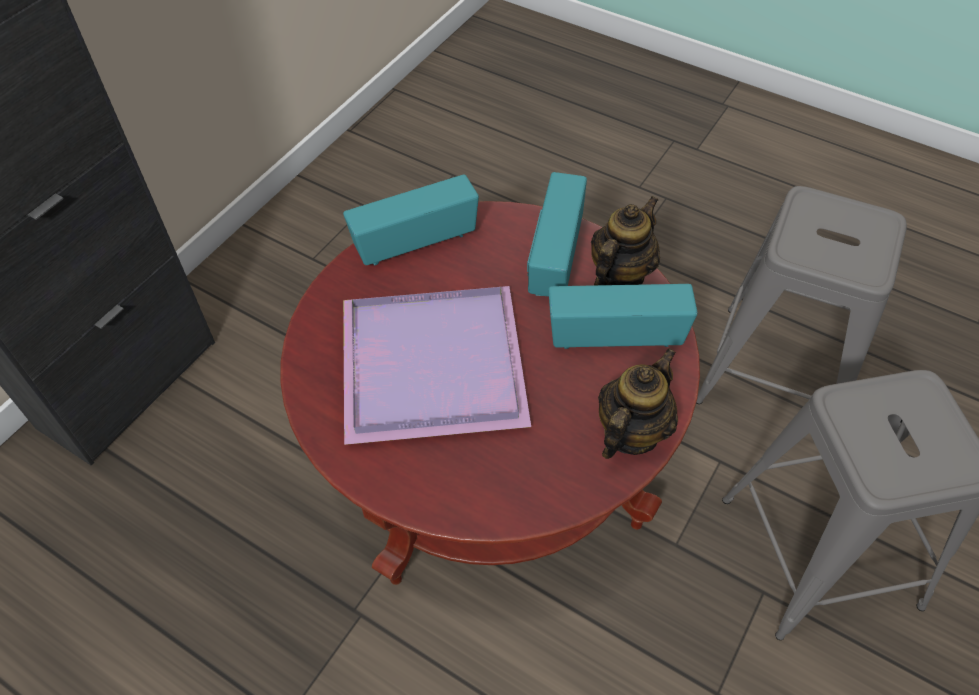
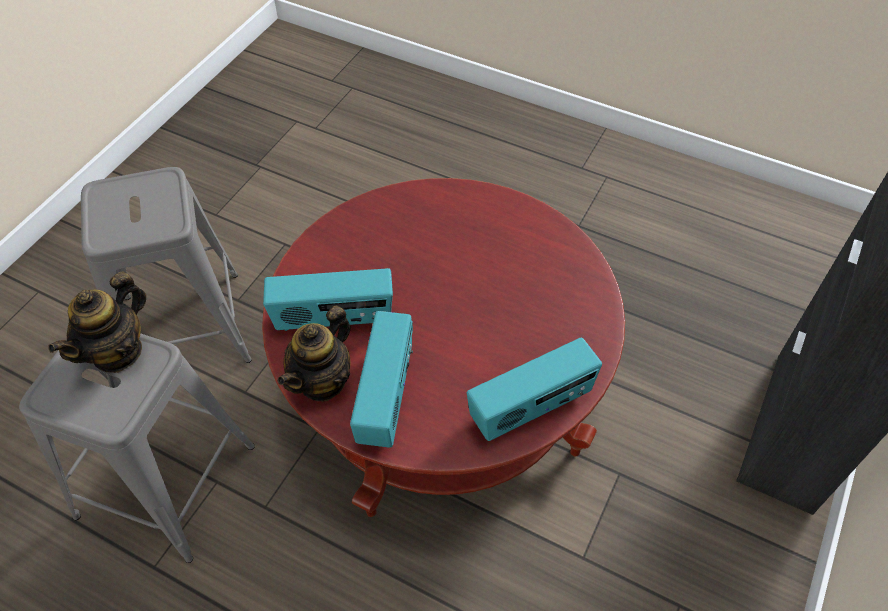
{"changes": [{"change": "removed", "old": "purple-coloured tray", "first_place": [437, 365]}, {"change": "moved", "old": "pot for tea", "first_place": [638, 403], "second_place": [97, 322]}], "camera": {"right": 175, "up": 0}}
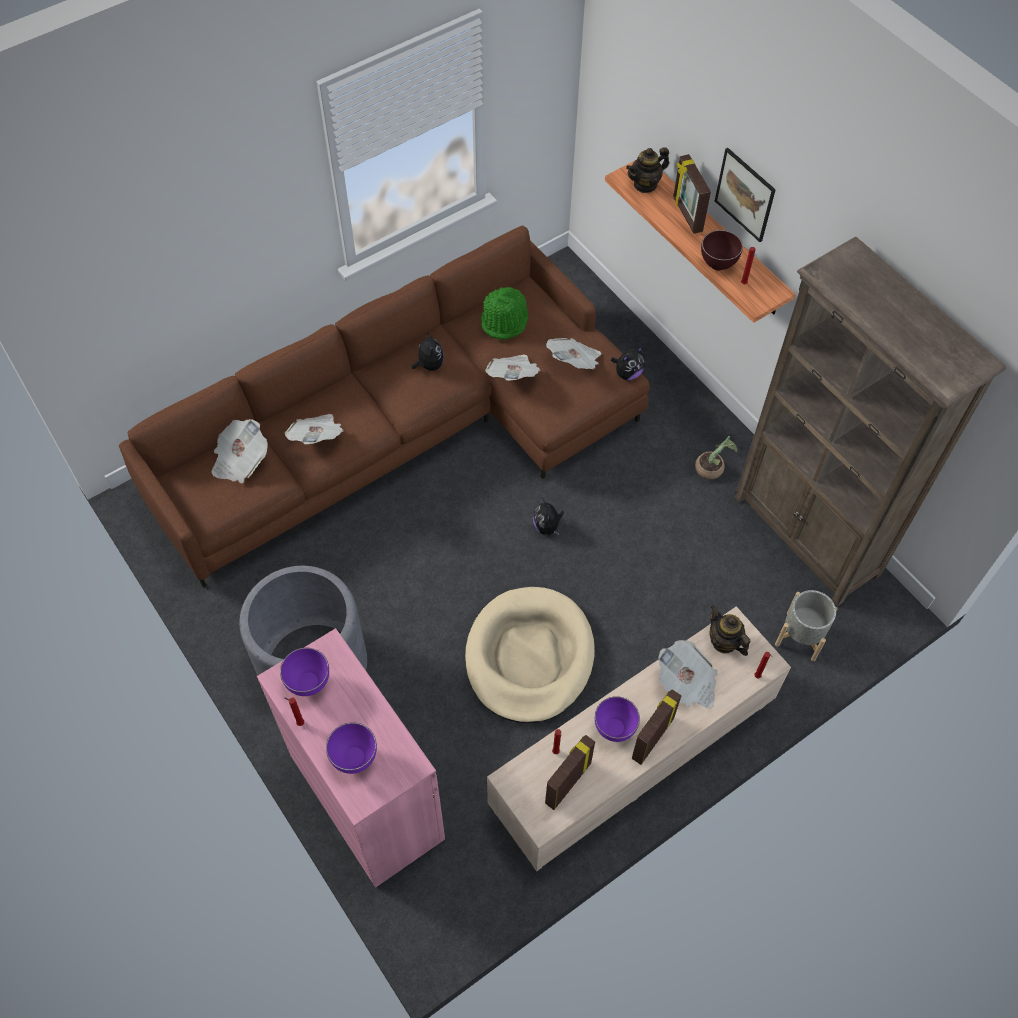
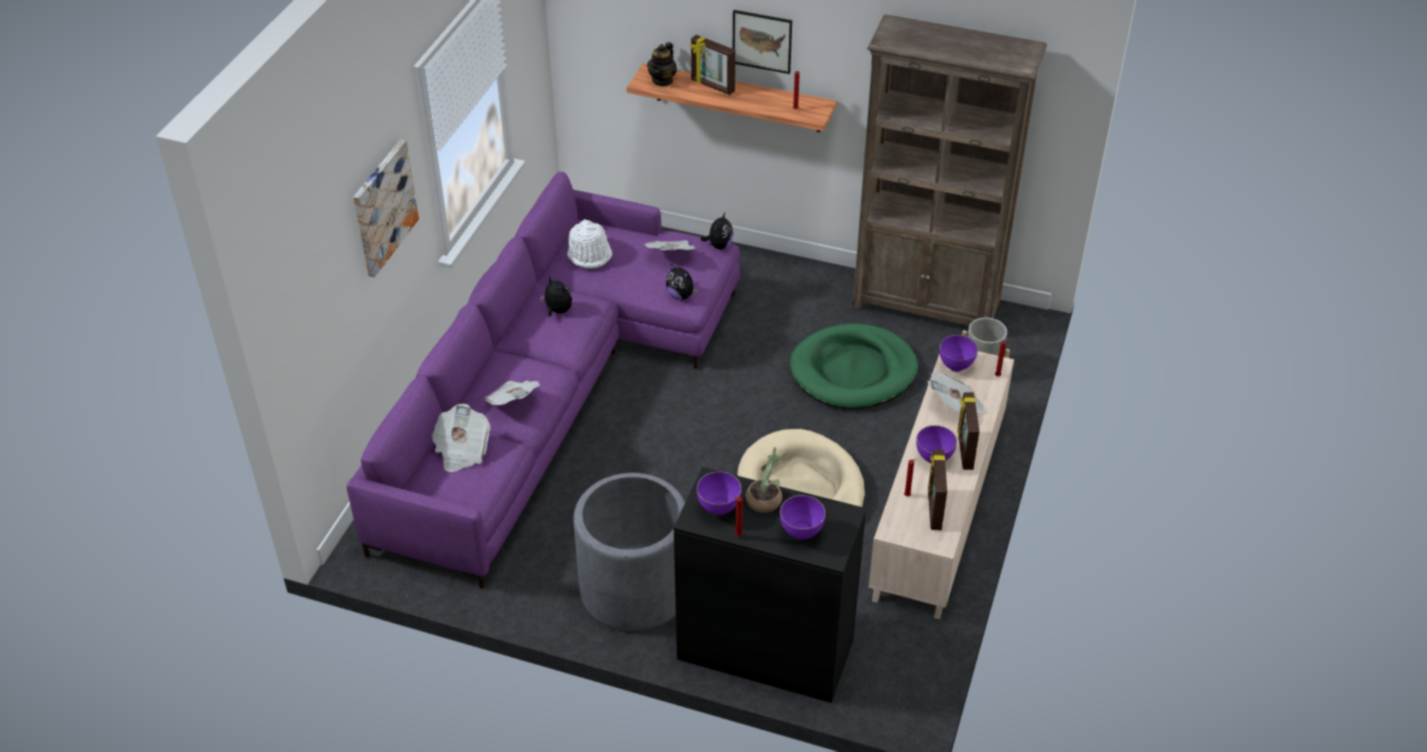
{"changes": [{"change": "removed", "old": "newspaper", "first_place": [513, 368]}, {"change": "removed", "old": "brown-coloured deep dish", "first_place": [722, 250]}, {"change": "added", "new": "picture", "second_place": [386, 208]}, {"change": "added", "new": "green dog cushion", "second_place": [854, 366]}, {"change": "moved", "old": "soft toy", "first_place": [548, 517], "second_place": [682, 282]}, {"change": "moved", "old": "potted plant", "first_place": [716, 458], "second_place": [768, 480]}, {"change": "replaced", "old": "pot for tea", "new": "purple-coloured deep dish", "first_place": [730, 630], "second_place": [958, 353]}, {"change": "recoloured", "old": "brown-coloured settee", "new": "purple-coloured settee", "first_place": [384, 406], "second_place": [543, 380]}, {"change": "recoloured", "old": "pink cupboard", "new": "blackish cupboard", "first_place": [351, 758], "second_place": [770, 585]}, {"change": "recoloured", "old": "green wearable hat", "new": "whitish wearable hat", "first_place": [504, 313], "second_place": [589, 244]}], "camera": {"right": -35, "up": -15}}
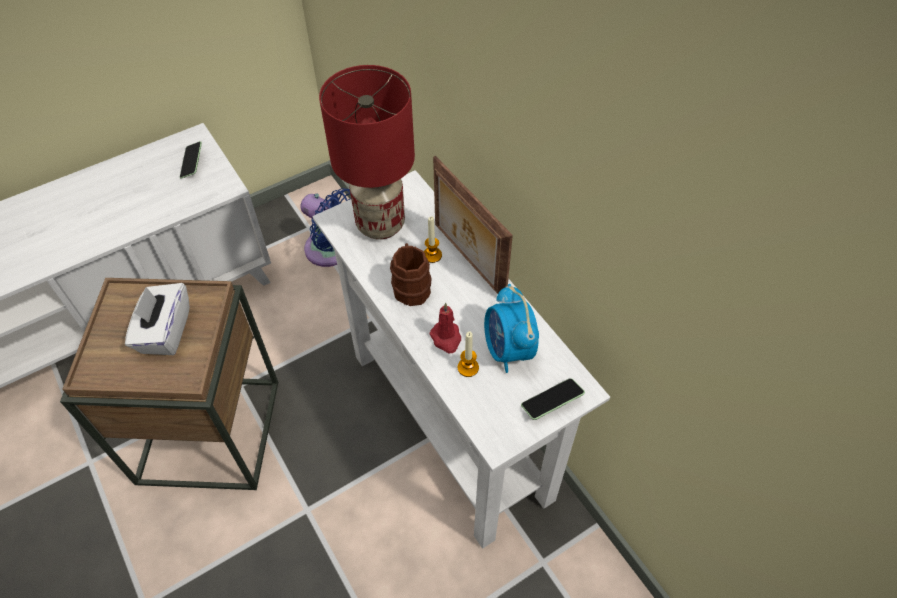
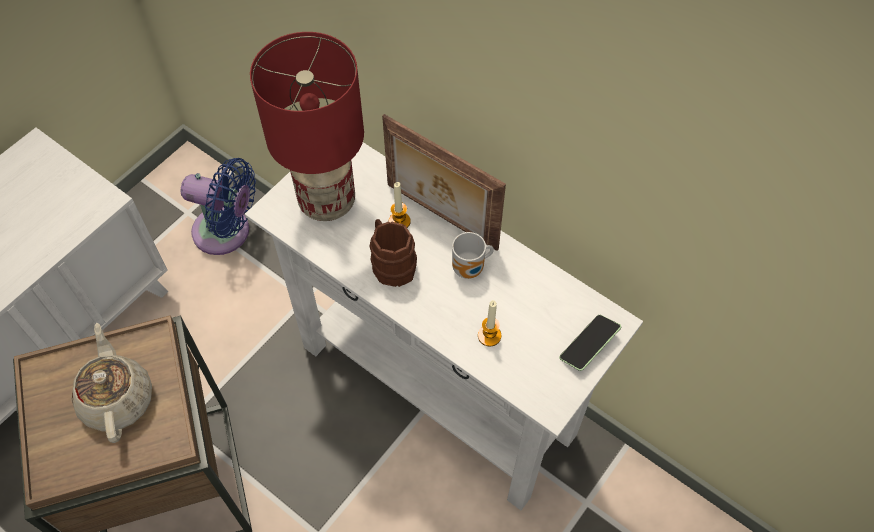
{"changes": [{"change": "removed", "old": "telephone", "first_place": [191, 160]}, {"change": "removed", "old": "red candle", "first_place": [445, 328]}, {"change": "removed", "old": "bedside clock", "first_place": [511, 328]}, {"change": "added", "new": "tea mug", "second_place": [473, 255]}, {"change": "replaced", "old": "whitish box of tissues", "new": "beige pot for tea", "first_place": [157, 319], "second_place": [111, 383]}], "camera": {"right": -20, "up": 5}}
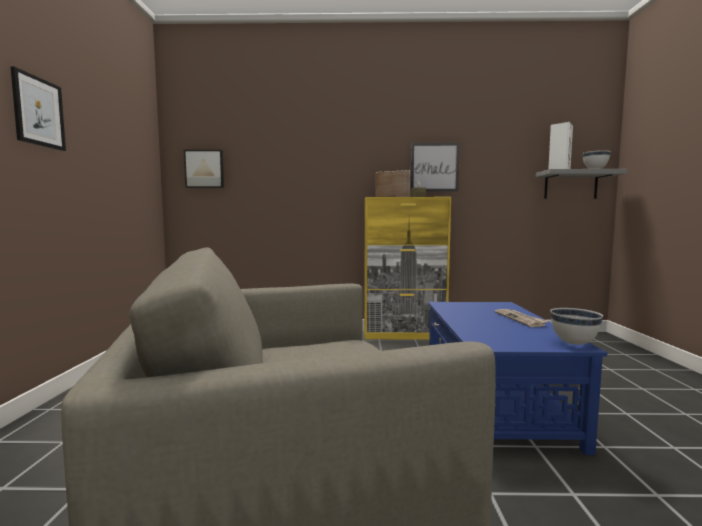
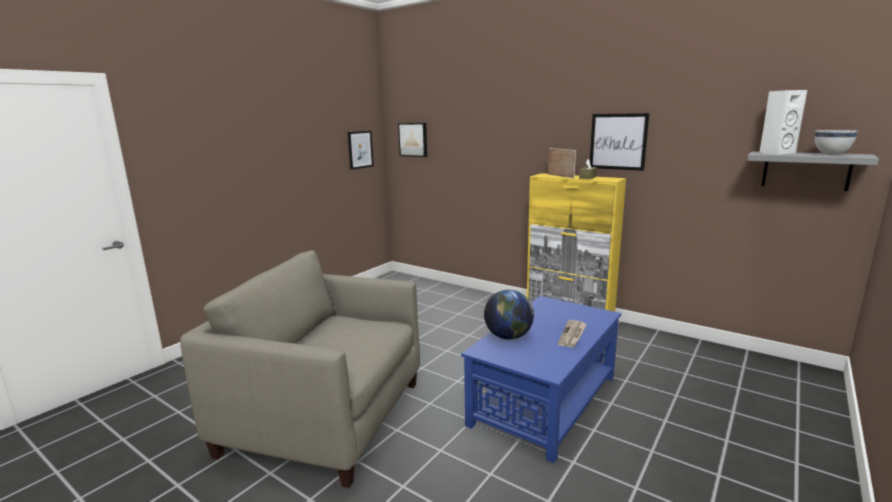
{"changes": [{"change": "removed", "old": "whitish deep dish", "first_place": [576, 326]}, {"change": "added", "new": "globe", "second_place": [509, 315]}, {"change": "moved", "old": "picture", "first_place": [38, 108], "second_place": [361, 150]}], "camera": {"right": 35, "up": 10}}
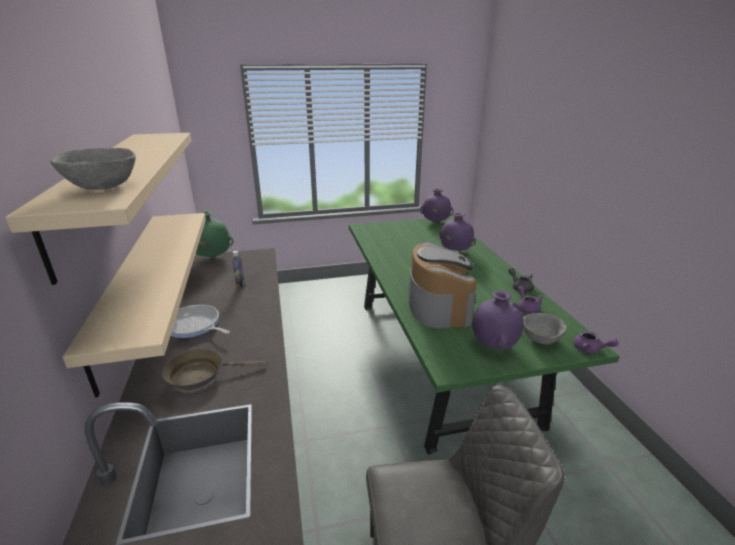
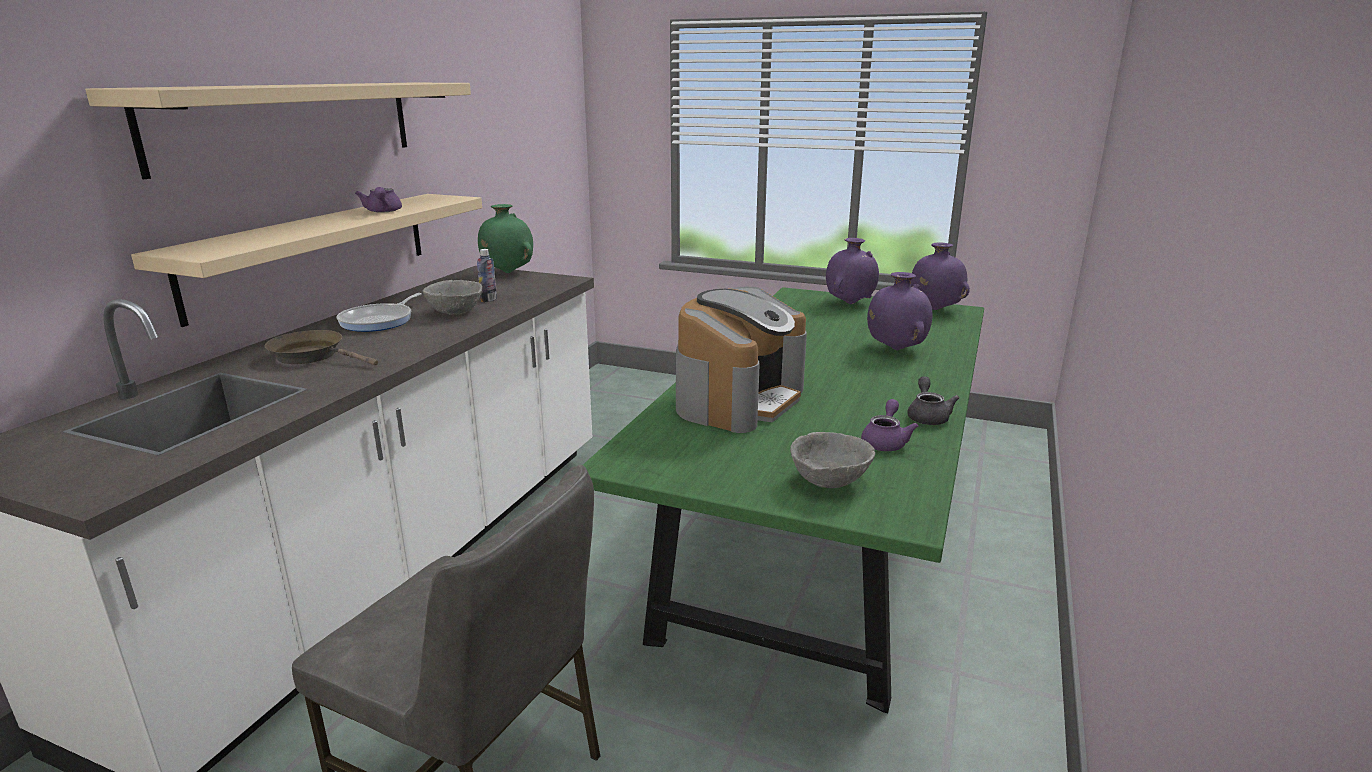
{"changes": [{"change": "moved", "old": "gray deep dish", "first_place": [93, 169], "second_place": [452, 297]}, {"change": "moved", "old": "purple-coloured decorative vase", "first_place": [498, 320], "second_place": [852, 271]}, {"change": "moved", "old": "purple-coloured pot for tea", "first_place": [596, 342], "second_place": [378, 199]}, {"change": "turned", "old": "skillet", "first_place": [200, 321], "second_place": [379, 312], "degrees": -135}], "camera": {"right": 35, "up": -5}}
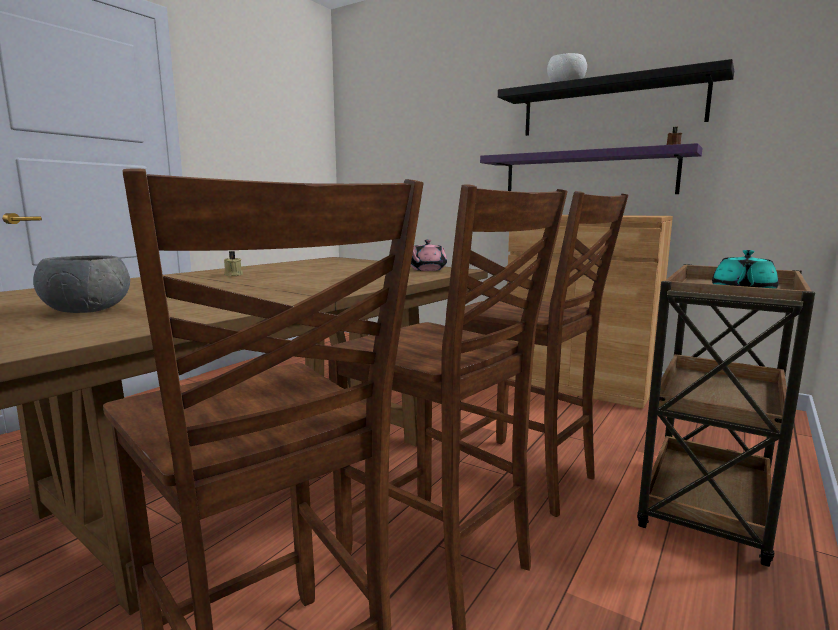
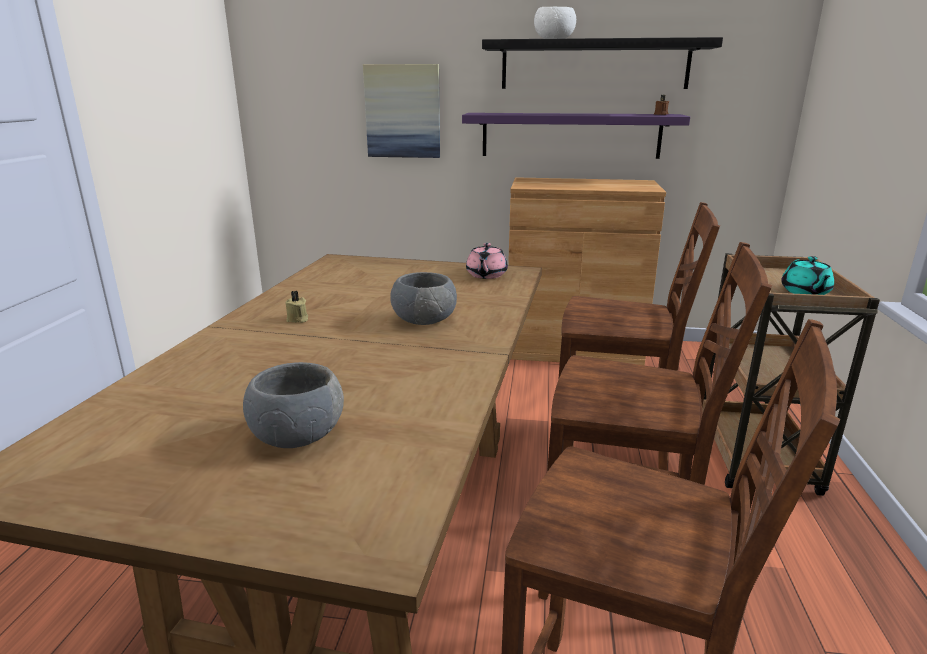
{"changes": [{"change": "added", "new": "picture", "second_place": [401, 111]}, {"change": "added", "new": "gray deep dish", "second_place": [423, 298]}], "camera": {"right": -25, "up": 10}}
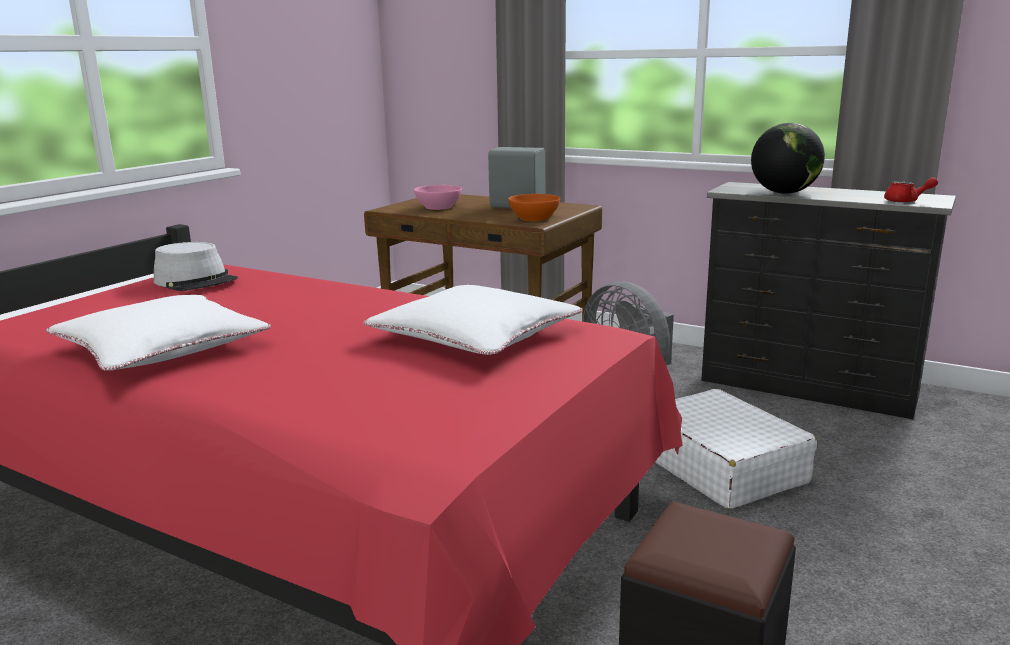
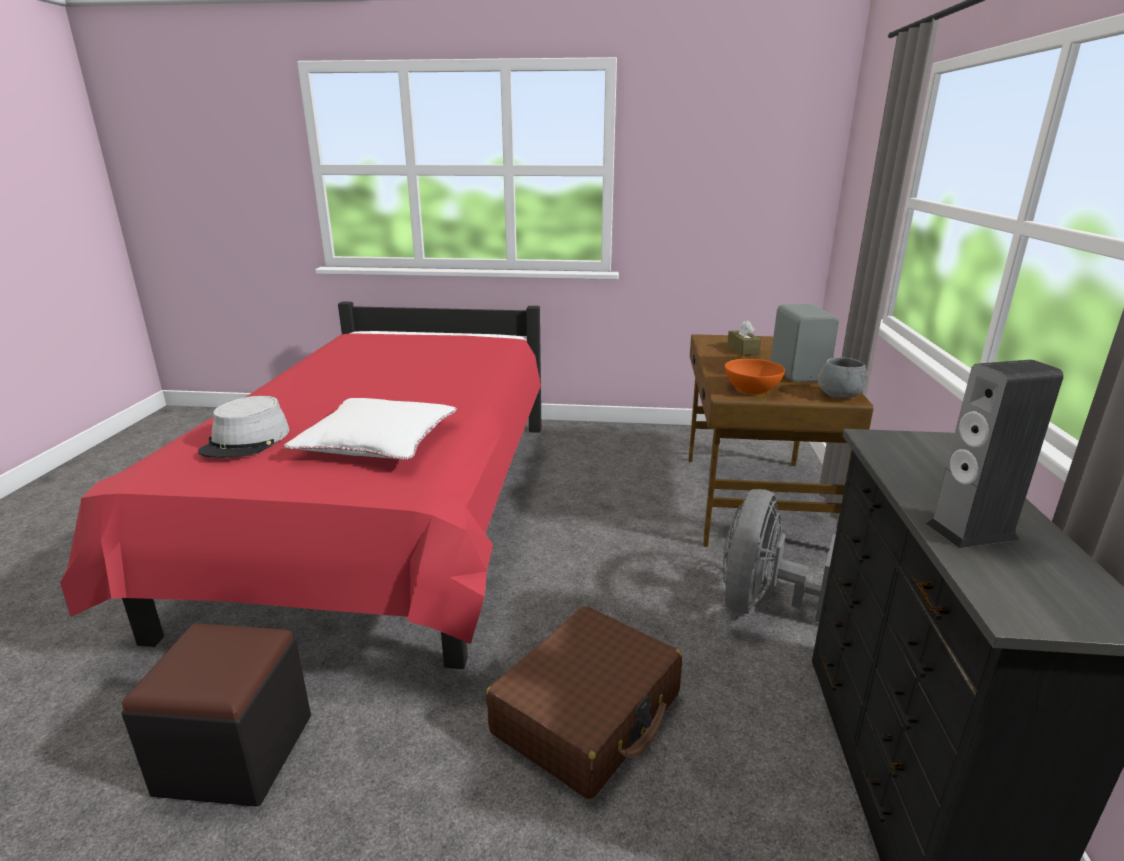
{"changes": [{"change": "removed", "old": "whitish throw pillow", "first_place": [158, 333]}, {"change": "removed", "old": "globe", "first_place": [788, 158]}, {"change": "removed", "old": "red pot for tea", "first_place": [911, 190]}, {"change": "added", "new": "gray deep dish", "second_place": [843, 378]}, {"change": "added", "new": "speaker", "second_place": [995, 453]}, {"change": "moved", "old": "gray wearable hat", "first_place": [196, 266], "second_place": [243, 427]}, {"change": "replaced", "old": "pink deep dish", "new": "brown-coloured box of tissues", "first_place": [438, 197], "second_place": [744, 338]}, {"change": "recoloured", "old": "whitish suitcase", "new": "brown-coloured suitcase", "first_place": [736, 449], "second_place": [584, 702]}], "camera": {"right": 65, "up": 5}}
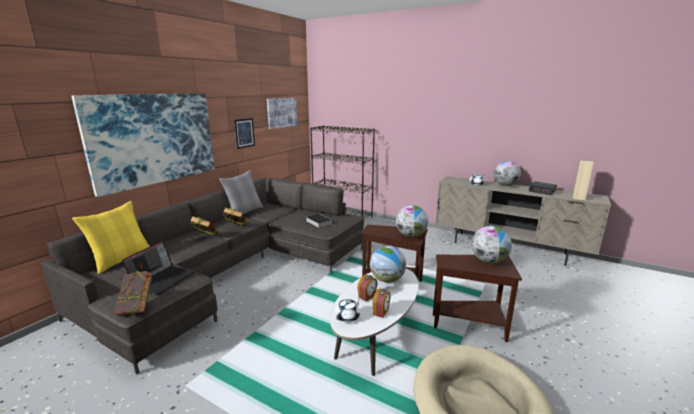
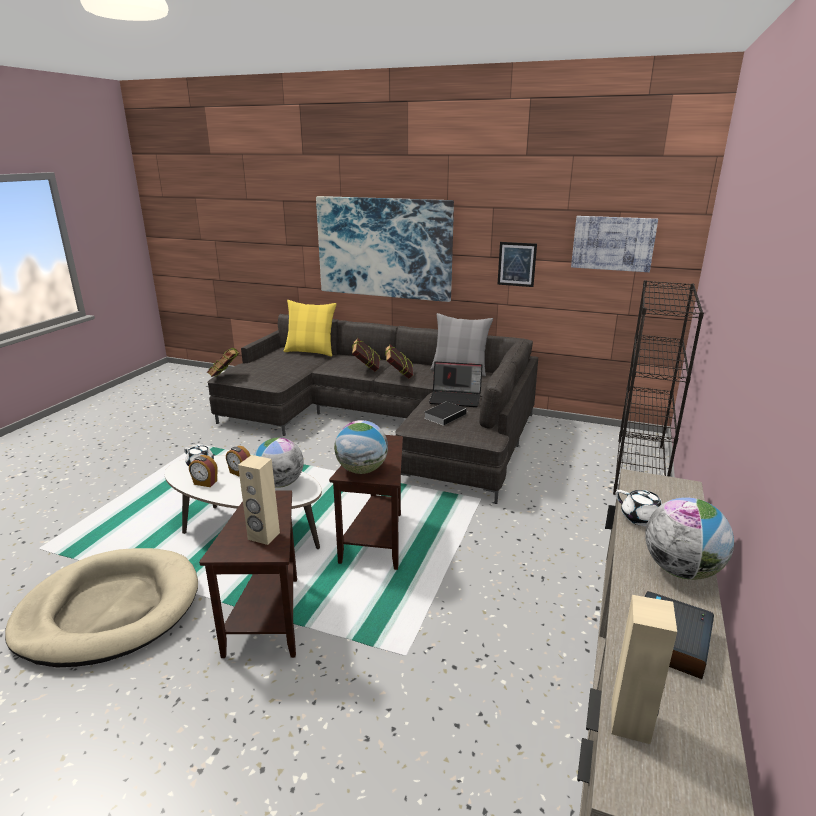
{"changes": [{"change": "moved", "old": "portable computer", "first_place": [158, 268], "second_place": [456, 384]}, {"change": "replaced", "old": "globe", "new": "beige speaker", "first_place": [491, 244], "second_place": [259, 500]}], "camera": {"right": 80, "up": 5}}
